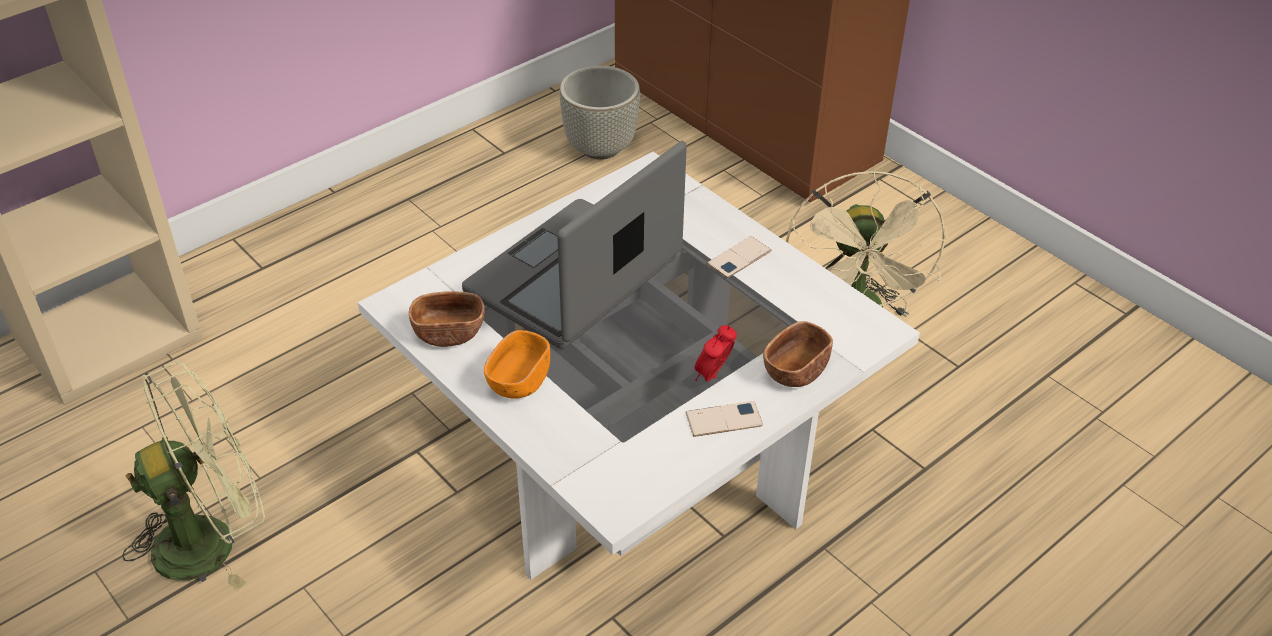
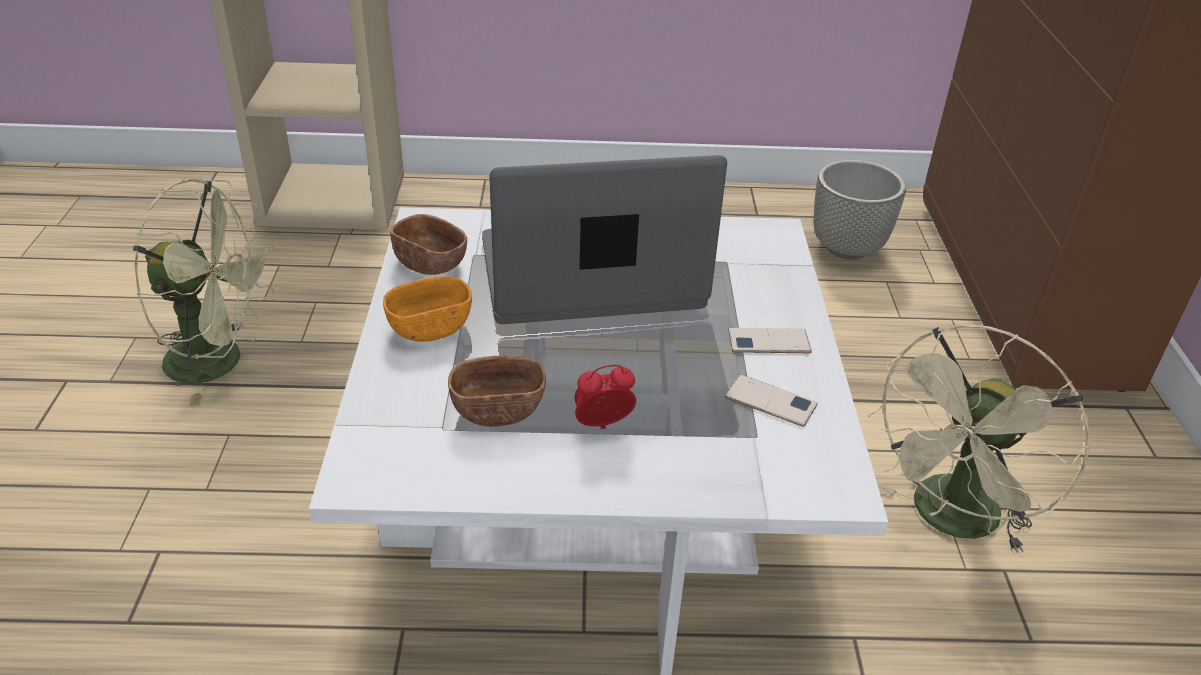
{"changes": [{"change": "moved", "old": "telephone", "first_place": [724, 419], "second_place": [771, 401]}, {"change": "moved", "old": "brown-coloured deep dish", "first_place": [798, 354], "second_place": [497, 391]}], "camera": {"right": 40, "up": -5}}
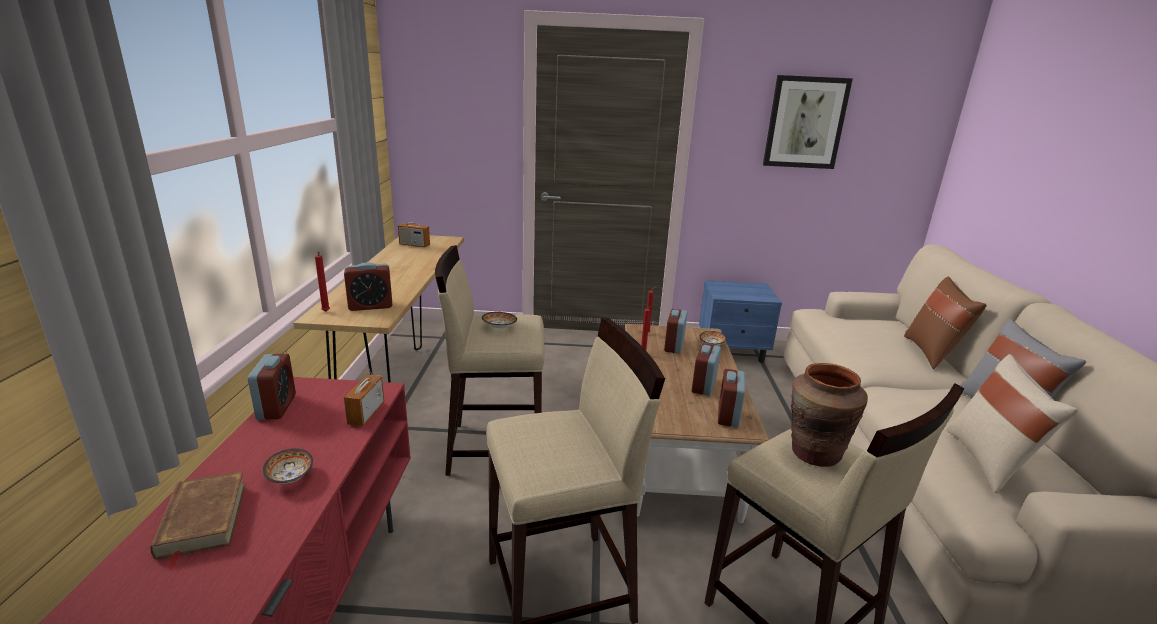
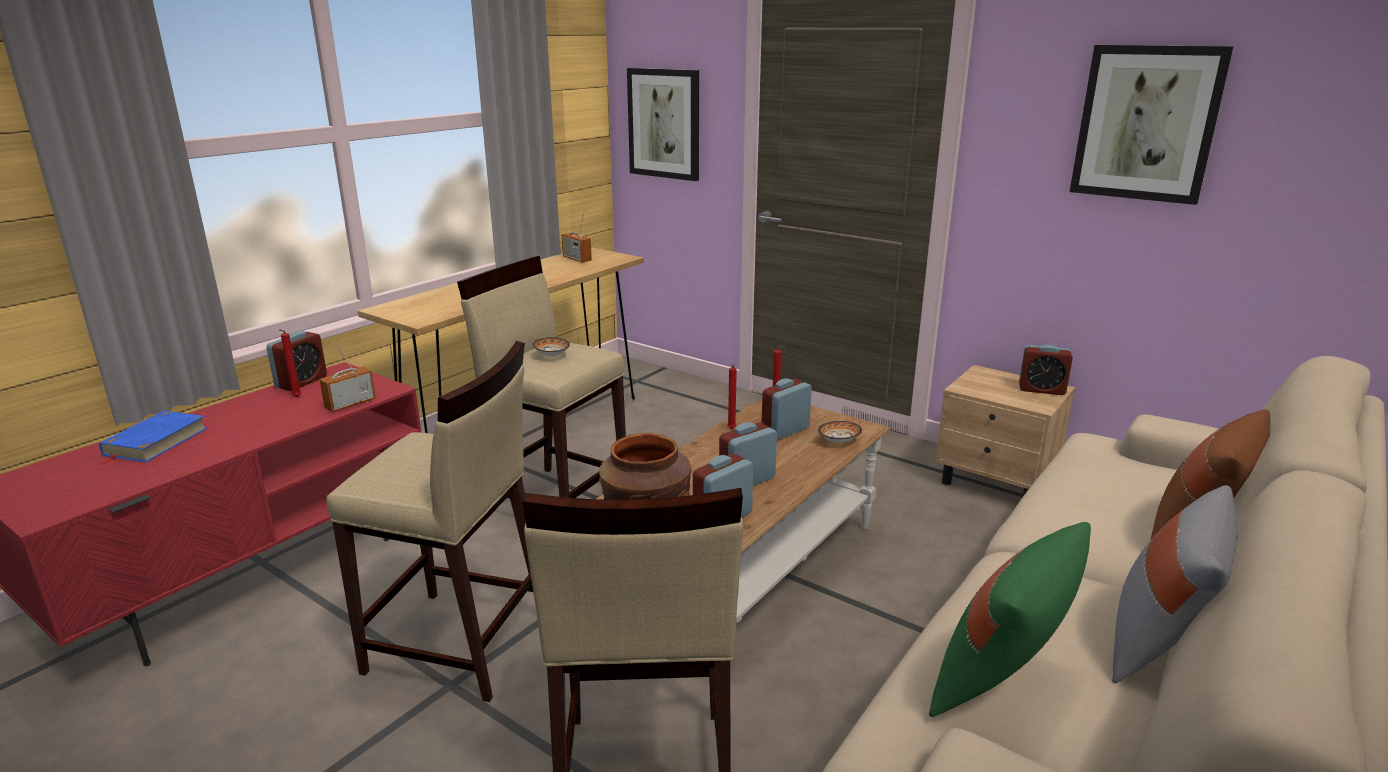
{"changes": [{"change": "removed", "old": "deep dish", "first_place": [288, 466]}, {"change": "added", "new": "picture", "second_place": [663, 124]}, {"change": "moved", "old": "red candle", "first_place": [322, 282], "second_place": [290, 363]}, {"change": "moved", "old": "bedside clock", "first_place": [368, 286], "second_place": [1046, 370]}, {"change": "recoloured", "old": "brown-coloured bound book", "new": "blue bound book", "first_place": [198, 521], "second_place": [153, 438]}, {"change": "recoloured", "old": "blue bedside table", "new": "beige bedside table", "first_place": [740, 321], "second_place": [1005, 431]}, {"change": "recoloured", "old": "beige throw pillow", "new": "green throw pillow", "first_place": [1012, 423], "second_place": [1010, 619]}], "camera": {"right": 35, "up": 0}}
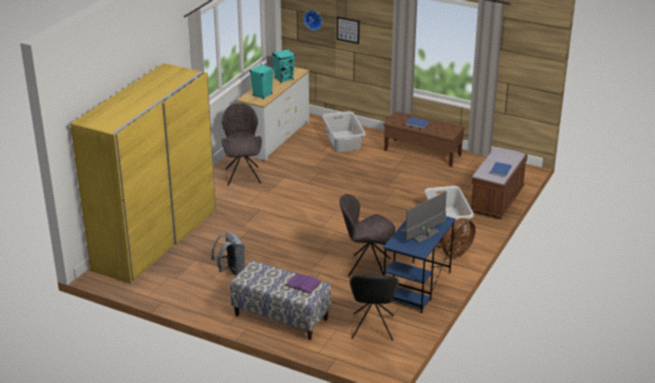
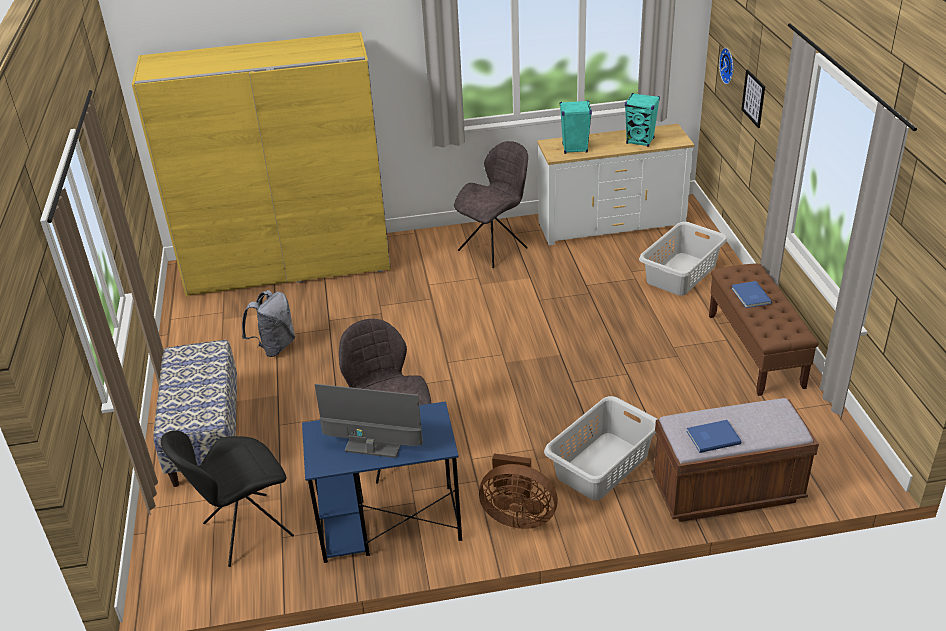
{"changes": [{"change": "removed", "old": "purple-coloured bound book", "first_place": [302, 283]}], "camera": {"right": 55, "up": 5}}
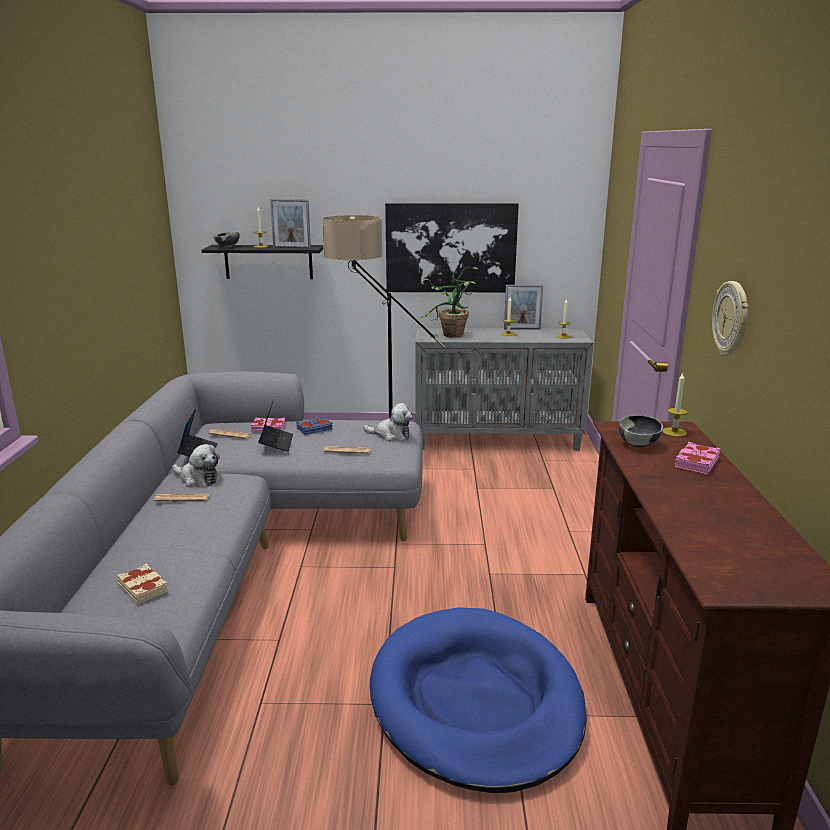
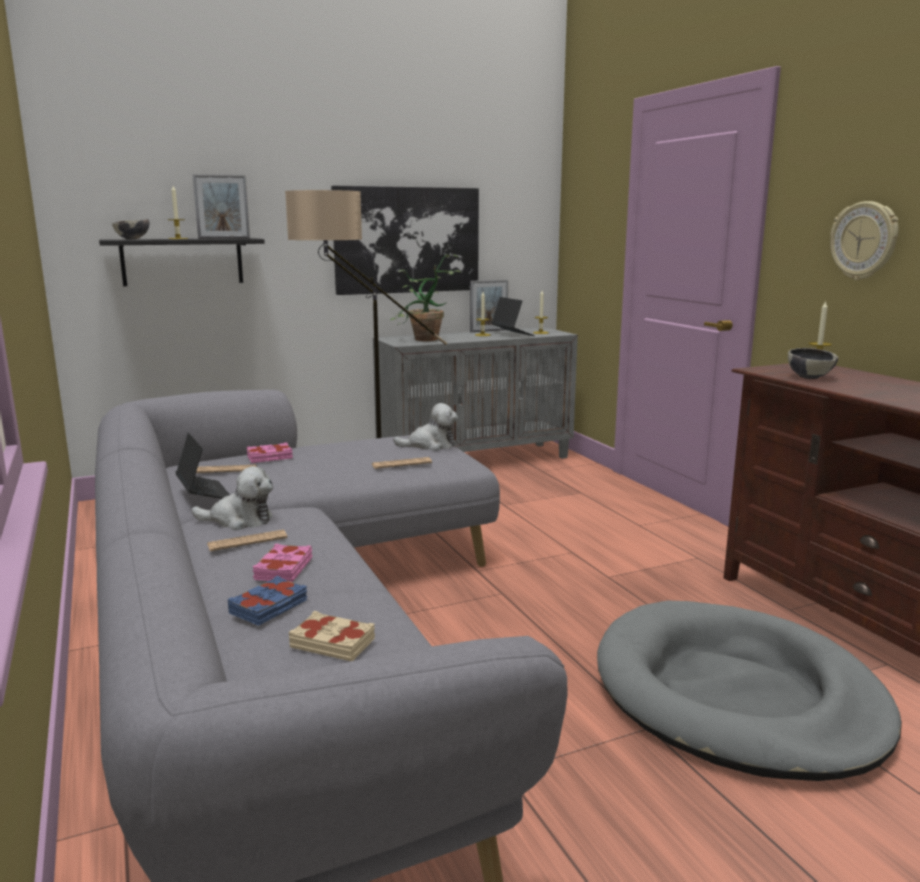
{"changes": [{"change": "moved", "old": "portable computer", "first_place": [275, 425], "second_place": [513, 316]}, {"change": "moved", "old": "blue bound book", "first_place": [315, 426], "second_place": [267, 601]}, {"change": "moved", "old": "pink bound book", "first_place": [697, 458], "second_place": [282, 563]}, {"change": "recoloured", "old": "blue dog cushion", "new": "gray dog cushion", "first_place": [478, 700], "second_place": [749, 690]}], "camera": {"right": -25, "up": -5}}
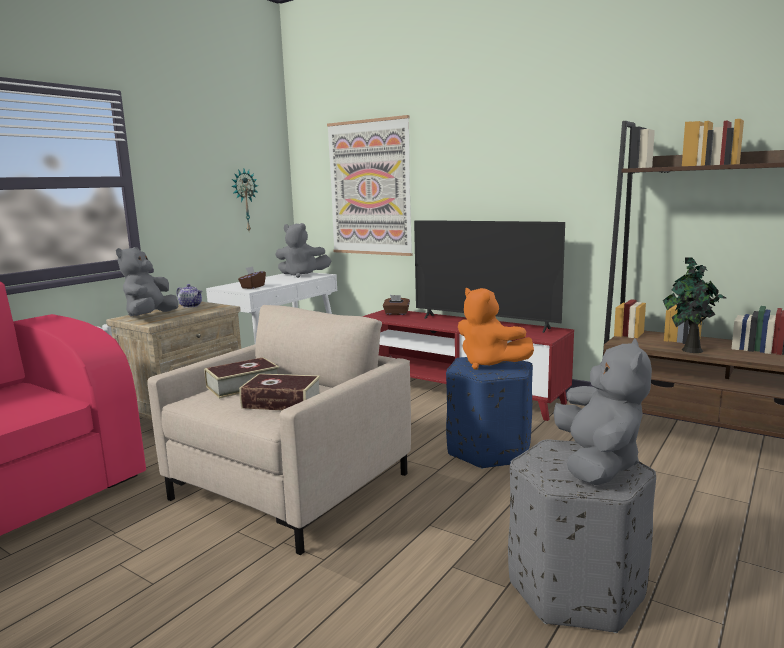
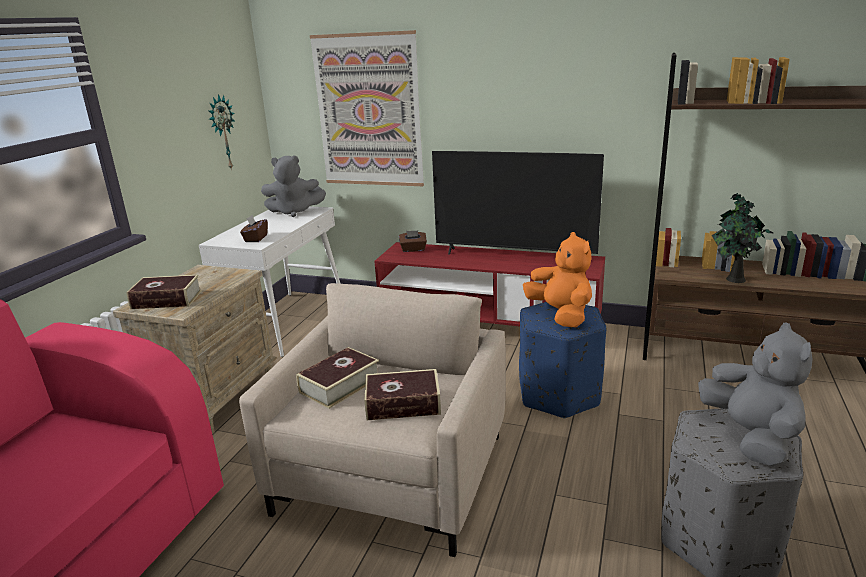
{"changes": [{"change": "removed", "old": "pot for tea", "first_place": [189, 296]}, {"change": "replaced", "old": "gray soft toy", "new": "bound book", "first_place": [147, 282], "second_place": [164, 292]}, {"change": "turned", "old": "orangey soft toy", "first_place": [496, 328], "second_place": [557, 280], "degrees": -150}], "camera": {"right": -15, "up": 10}}
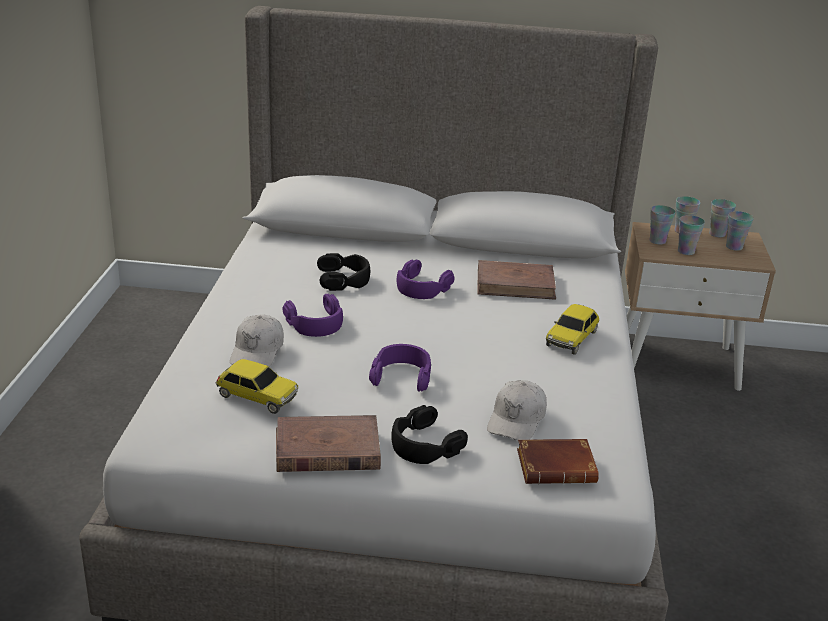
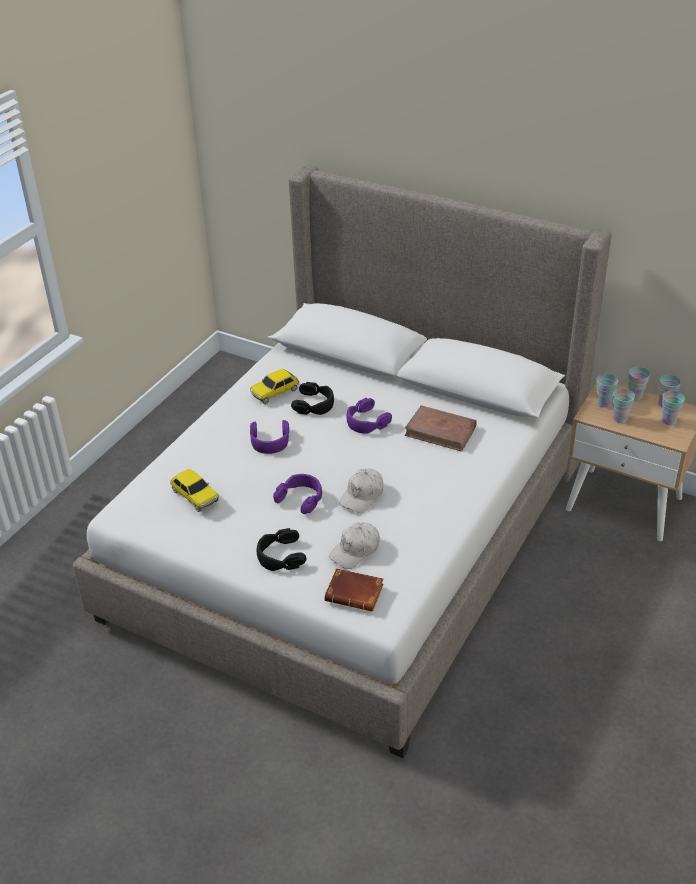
{"changes": [{"change": "removed", "old": "brown-coloured bound book", "first_place": [328, 443]}, {"change": "moved", "old": "whitish cap", "first_place": [257, 340], "second_place": [361, 491]}, {"change": "moved", "old": "toy car", "first_place": [572, 329], "second_place": [274, 386]}], "camera": {"right": 25, "up": 10}}
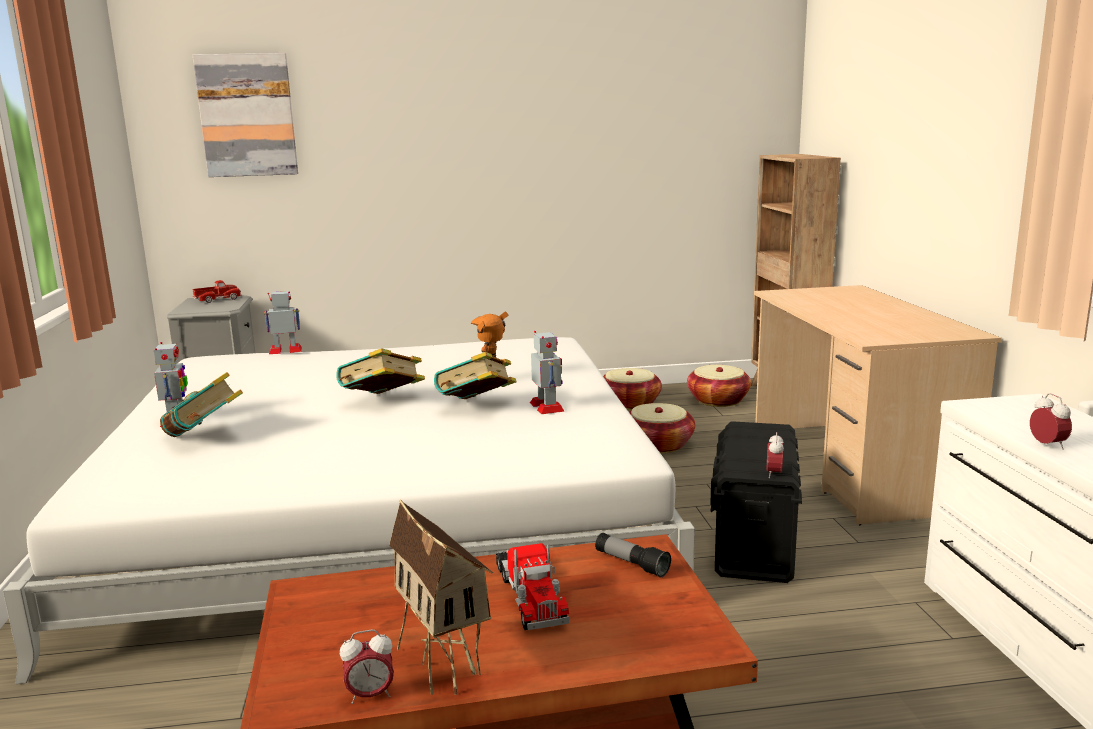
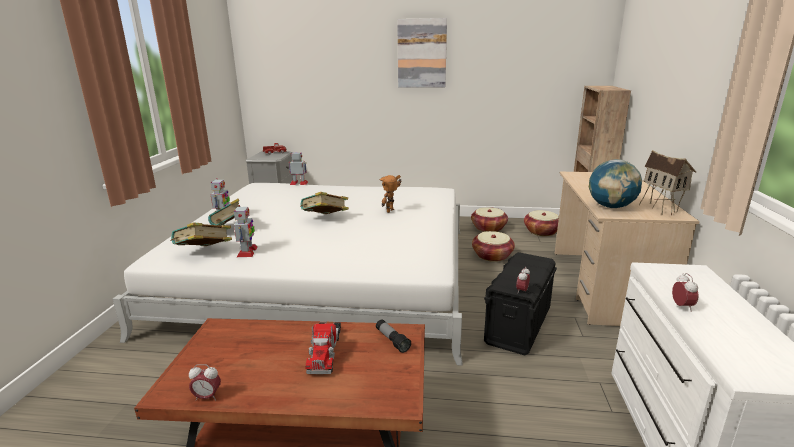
{"changes": [{"change": "added", "new": "globe", "second_place": [615, 183]}, {"change": "moved", "old": "picture", "first_place": [245, 115], "second_place": [422, 53]}, {"change": "moved", "old": "miniature house", "first_place": [441, 597], "second_place": [667, 183]}, {"change": "moved", "old": "bound book", "first_place": [475, 375], "second_place": [201, 234]}, {"change": "moved", "old": "robot figure", "first_place": [547, 372], "second_place": [245, 231]}], "camera": {"right": 15, "up": 5}}
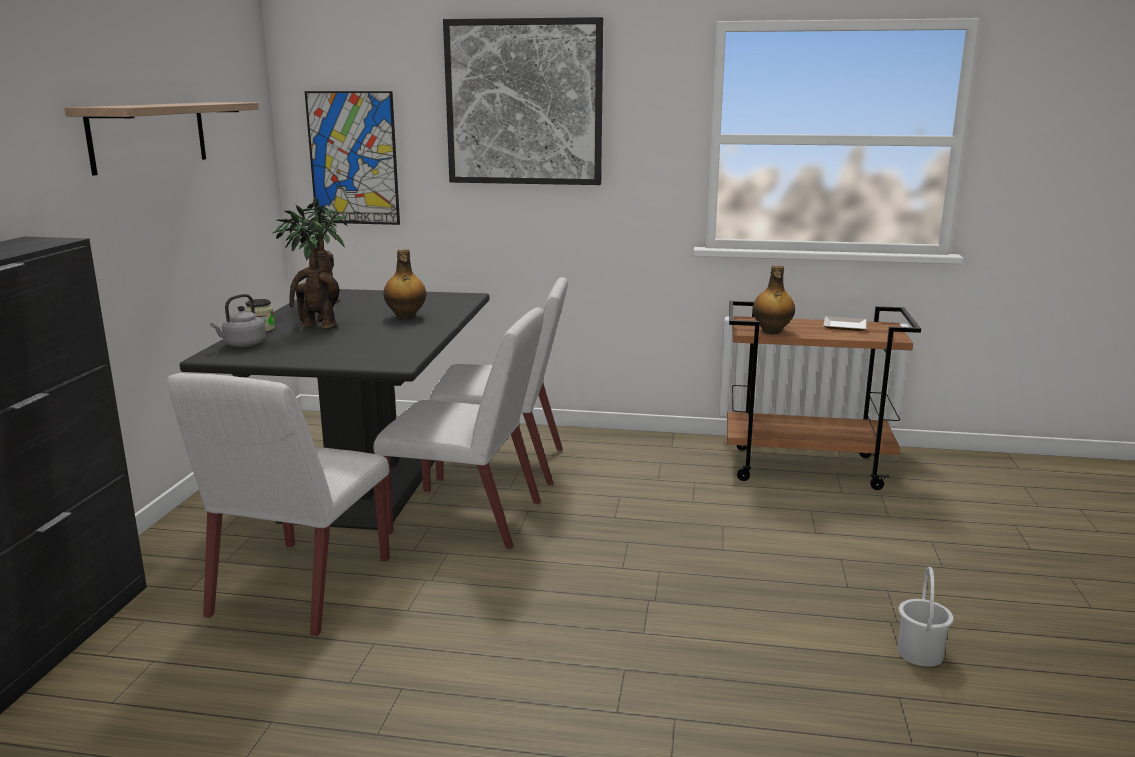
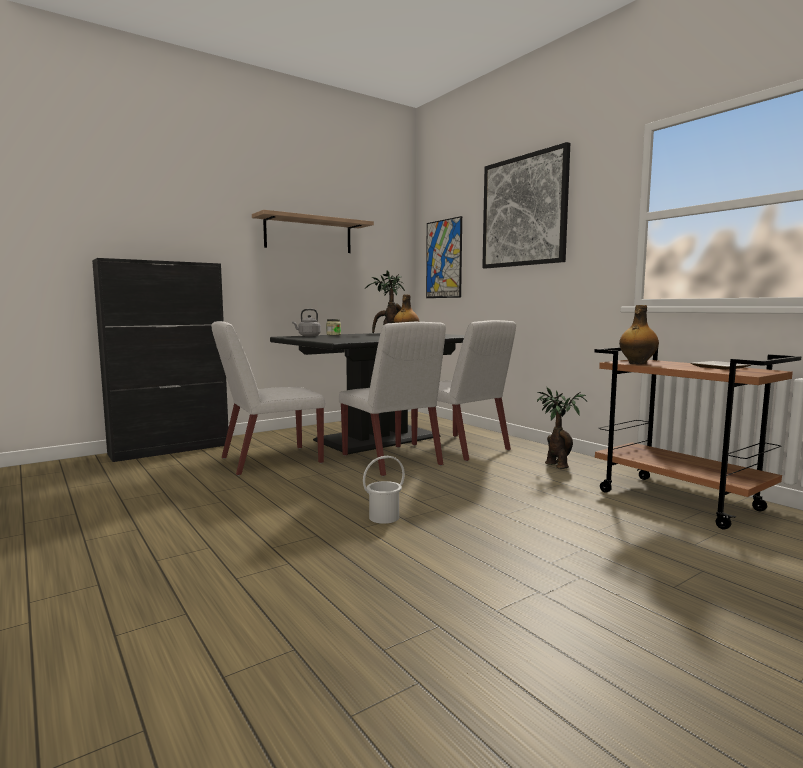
{"changes": [{"change": "moved", "old": "potted plant", "first_place": [310, 269], "second_place": [562, 428]}, {"change": "moved", "old": "whitish bucket", "first_place": [925, 617], "second_place": [384, 489]}], "camera": {"right": 45, "up": -10}}
